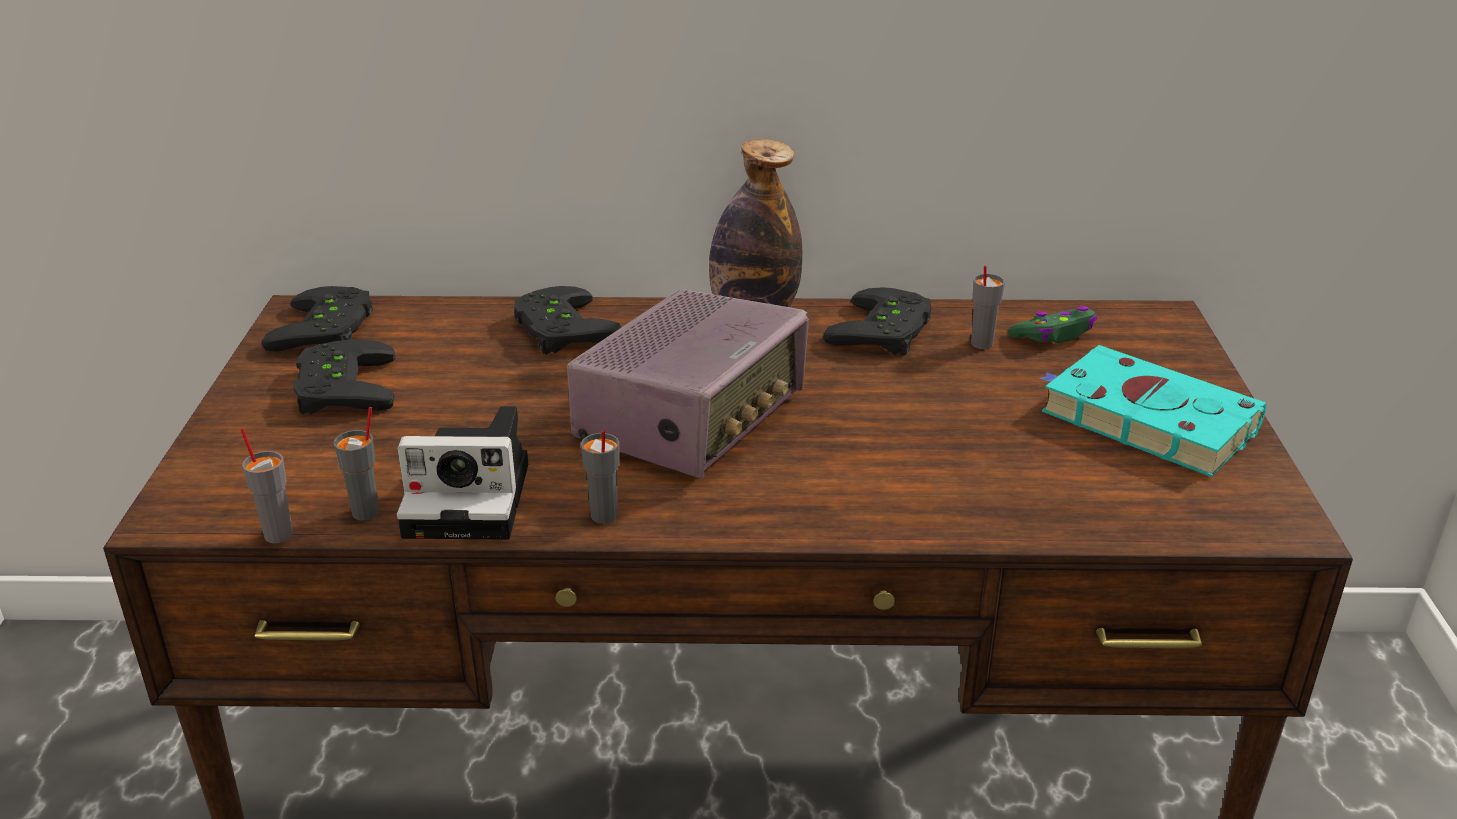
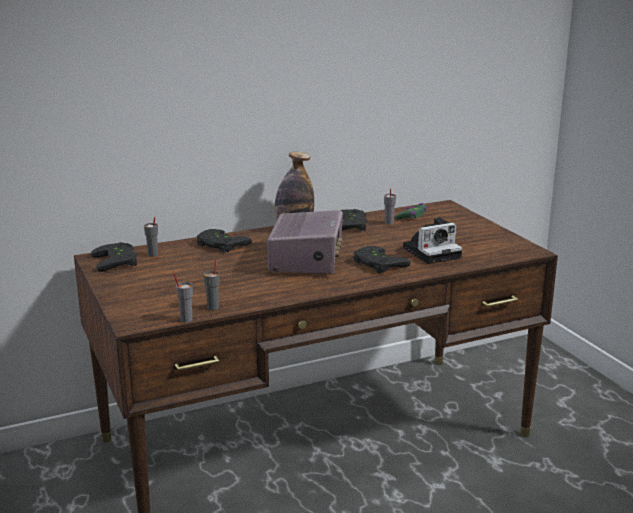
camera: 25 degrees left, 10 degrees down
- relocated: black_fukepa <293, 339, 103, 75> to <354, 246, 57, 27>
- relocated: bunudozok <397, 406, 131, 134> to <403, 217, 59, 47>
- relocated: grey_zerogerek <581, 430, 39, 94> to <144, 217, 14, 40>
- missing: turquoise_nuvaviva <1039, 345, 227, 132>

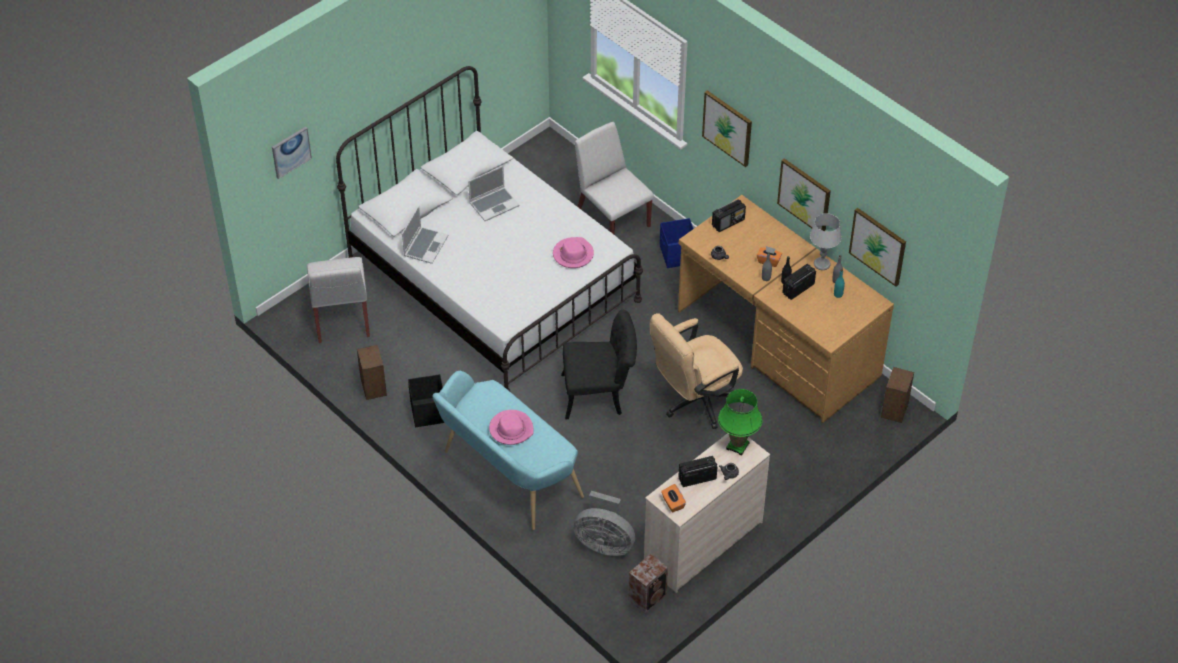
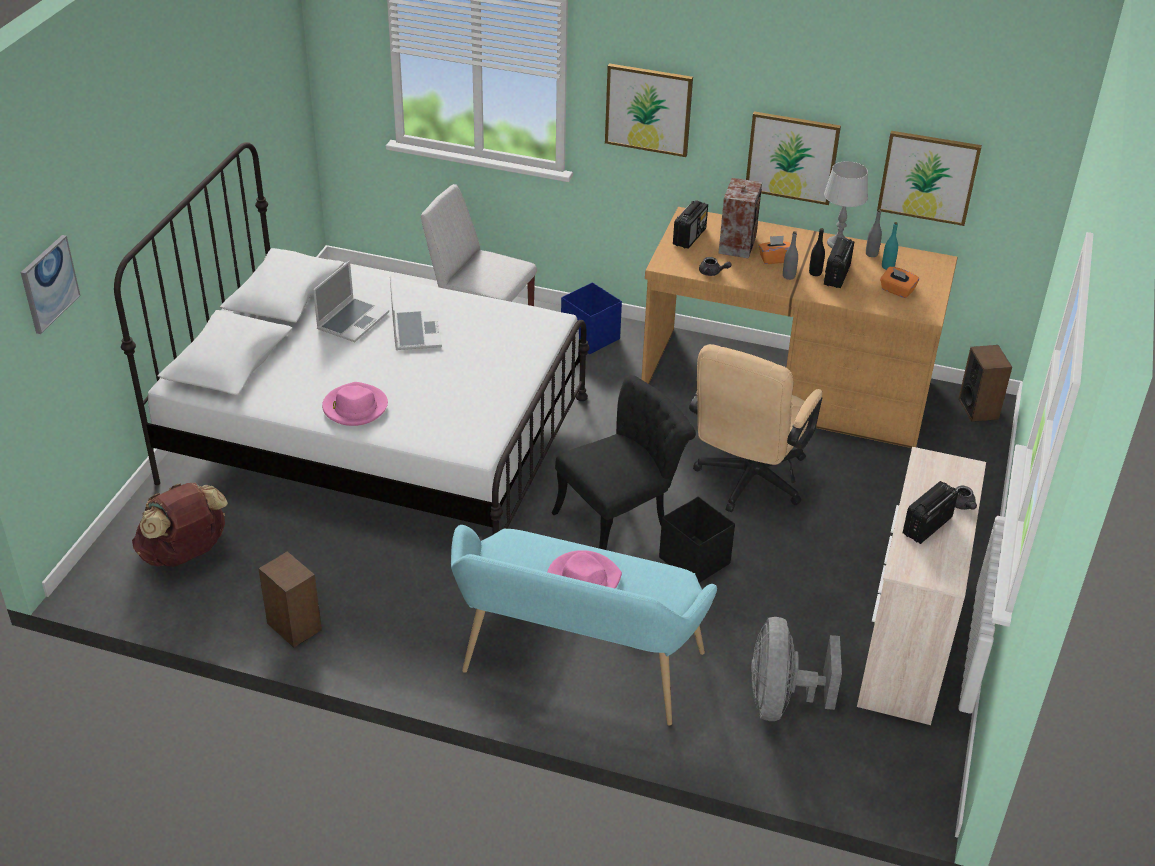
camera: 30 degrees left, 10 degrees down
- exchanged: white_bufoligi <307, 257, 63, 86> to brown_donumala <132, 483, 96, 84>
- relocated: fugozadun <402, 206, 46, 58> to <390, 276, 52, 74>
- relocated: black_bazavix <408, 374, 36, 53> to <659, 496, 76, 87>
- relocated: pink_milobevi <553, 237, 41, 31> to <322, 382, 66, 44>
- spun: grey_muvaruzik <574, 491, 61, 65> = <751, 617, 91, 104> 105 degrees clockwise
- relocated: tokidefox <628, 554, 40, 59> to <718, 178, 44, 81>
- relocated: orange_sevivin <661, 484, 25, 28> to <880, 267, 39, 31>
- missing: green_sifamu <718, 389, 44, 67>

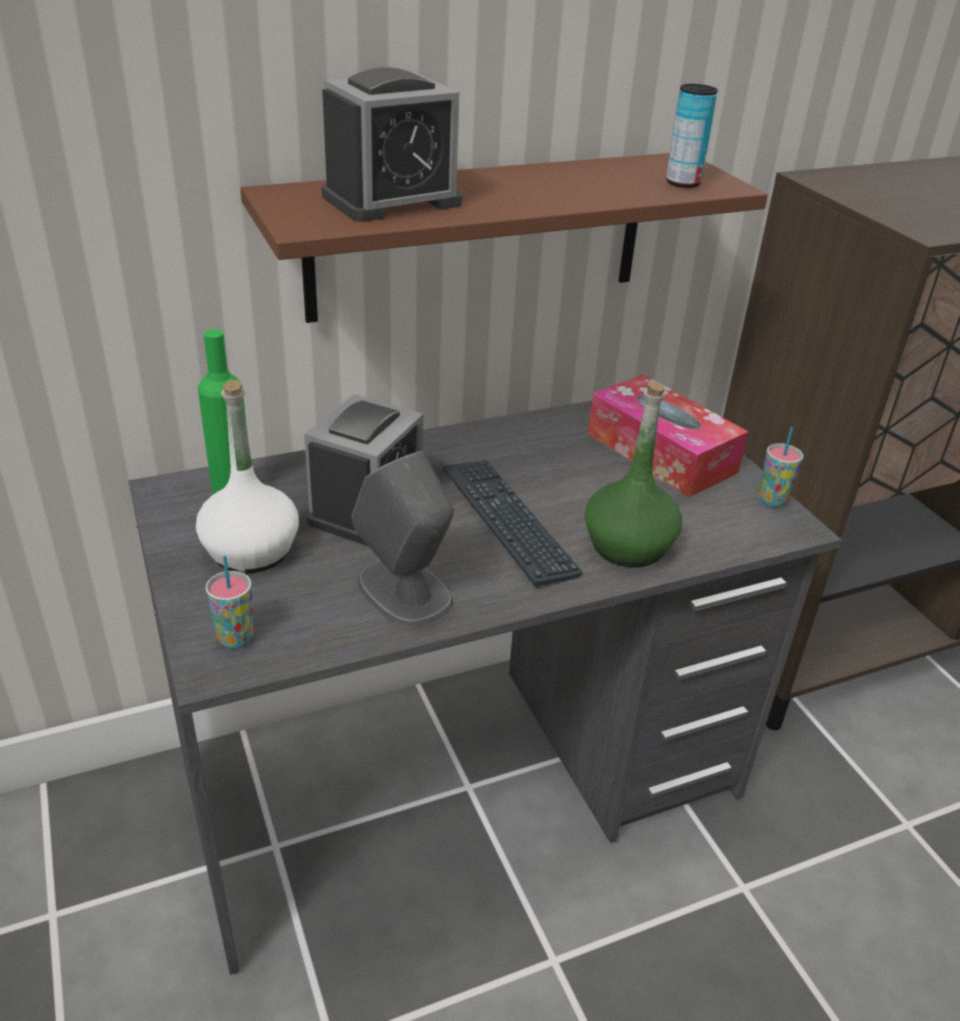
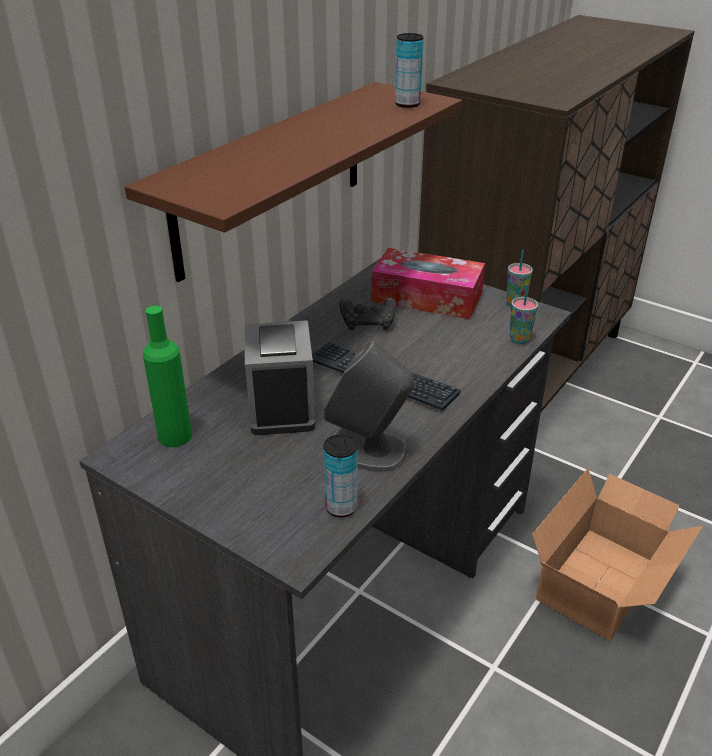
camera: 30 degrees left, 0 degrees up
- missing: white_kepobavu <196, 380, 103, 194>
- relocated: zerogerek <206, 555, 47, 94> to <510, 284, 28, 60>
- missing: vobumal <321, 67, 141, 155>
- missing: green_kepobavu <585, 381, 97, 186>
- appeared: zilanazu <324, 434, 34, 83>
- appeared: black_fukepa <339, 298, 57, 32>
- appeared: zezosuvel <532, 468, 171, 173>

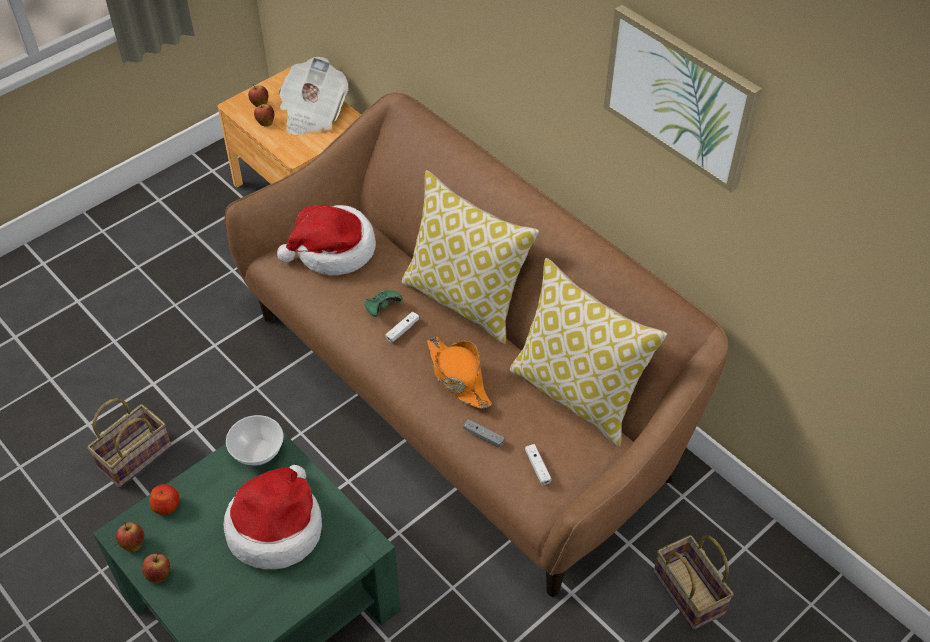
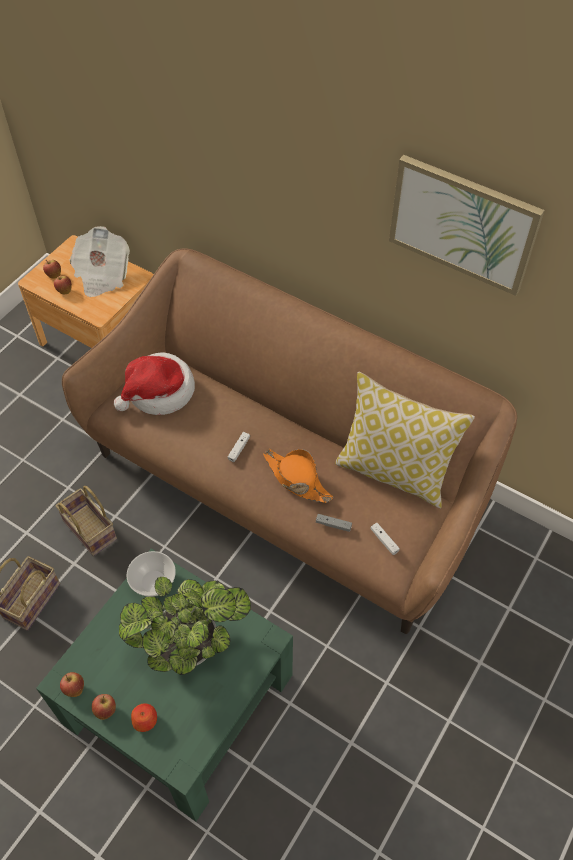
camera: 15 degrees left, 5 degrees up
- relocated: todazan <149, 484, 30, 31> to <131, 703, 26, 29>
- exchanged: milobevi <223, 465, 99, 104> to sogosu <119, 577, 132, 98>
- missing: green_fukepa <364, 290, 39, 27>
- missing: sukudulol <401, 170, 138, 174>
- relocated: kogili <653, 535, 81, 95> to <56, 486, 61, 70>

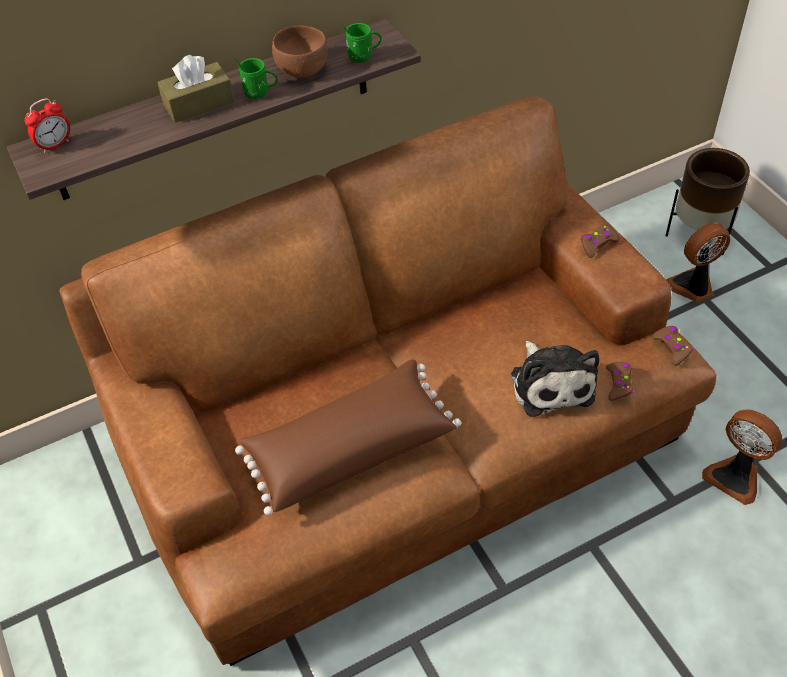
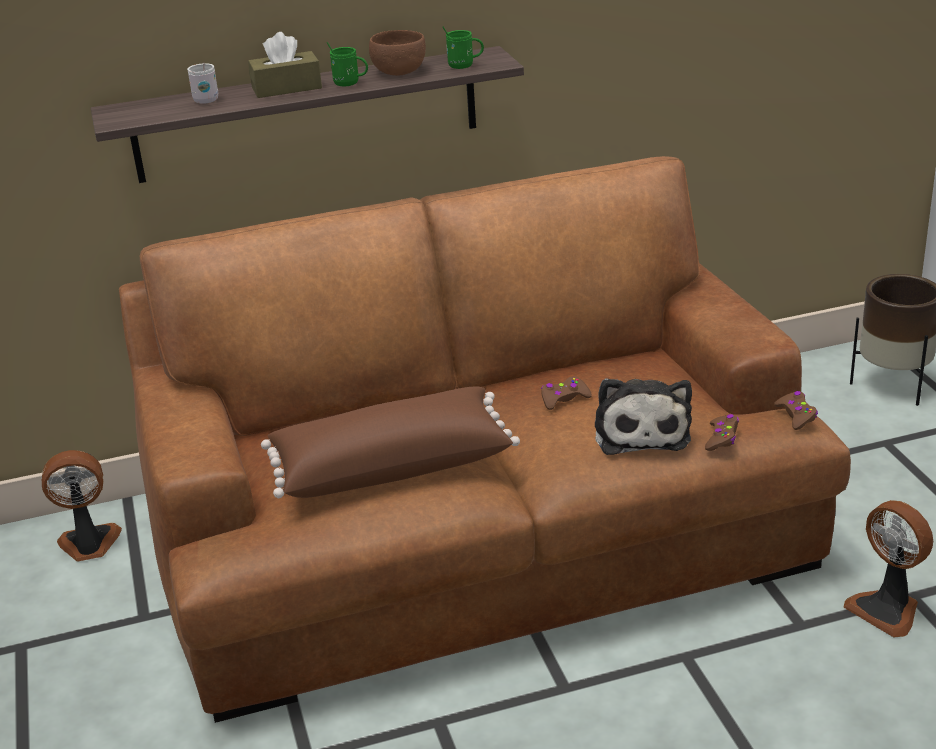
camera: 10 degrees right, 20 degrees down
- missing: vobumal <25, 98, 45, 55>
- relocated: brown_fukepa <581, 224, 39, 34> to <541, 376, 51, 34>
- relocated: muvaruzik <666, 223, 64, 79> to <42, 450, 80, 111>
- appeared: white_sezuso <187, 63, 31, 41>

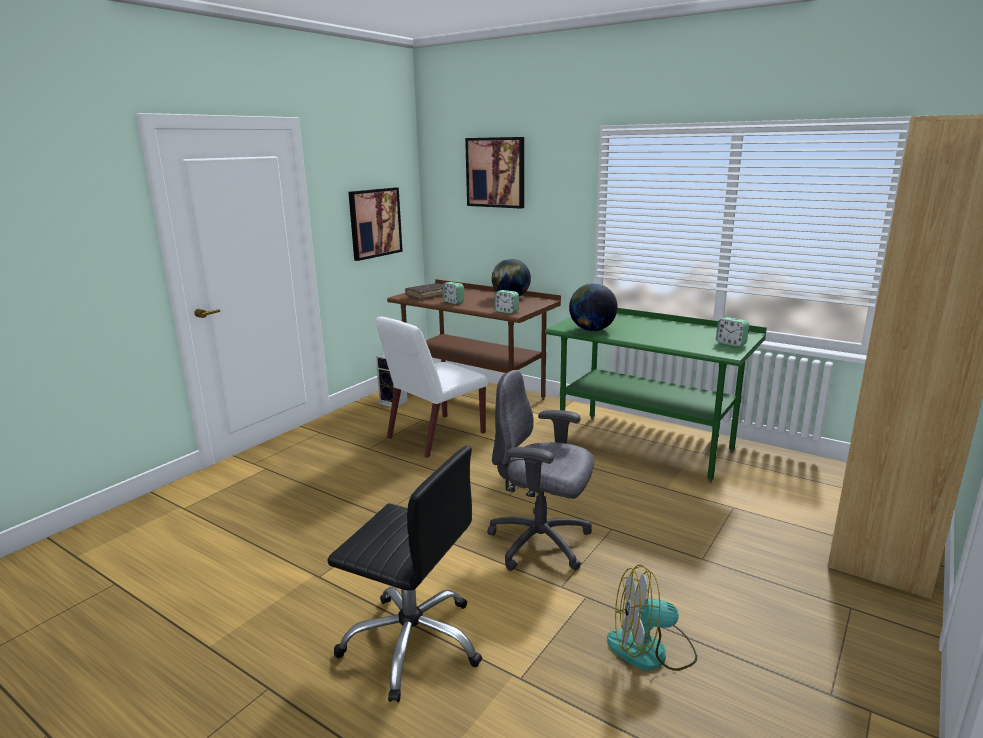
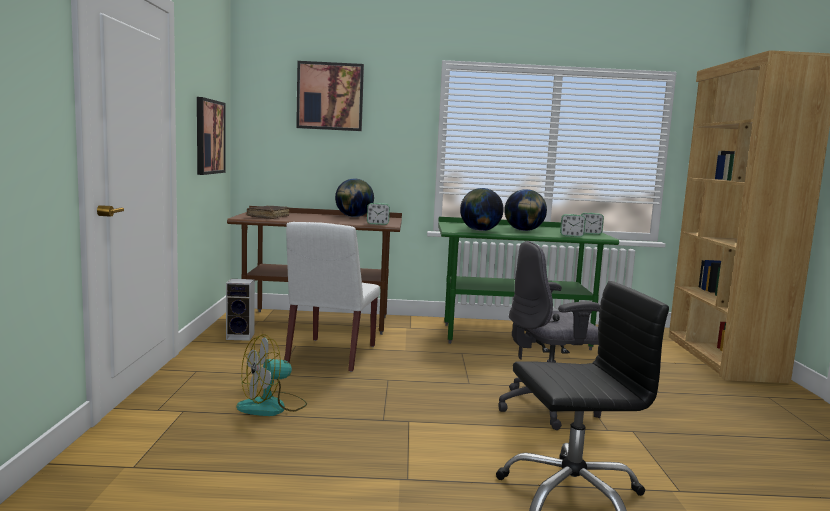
camera: 35 degrees left, 10 degrees down
- relocated: vobumal <443, 282, 21, 22> to <560, 214, 26, 23>
- relocated: muvaruzik <607, 564, 90, 107> to <236, 334, 71, 82>
- appeared: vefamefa <504, 189, 43, 42>

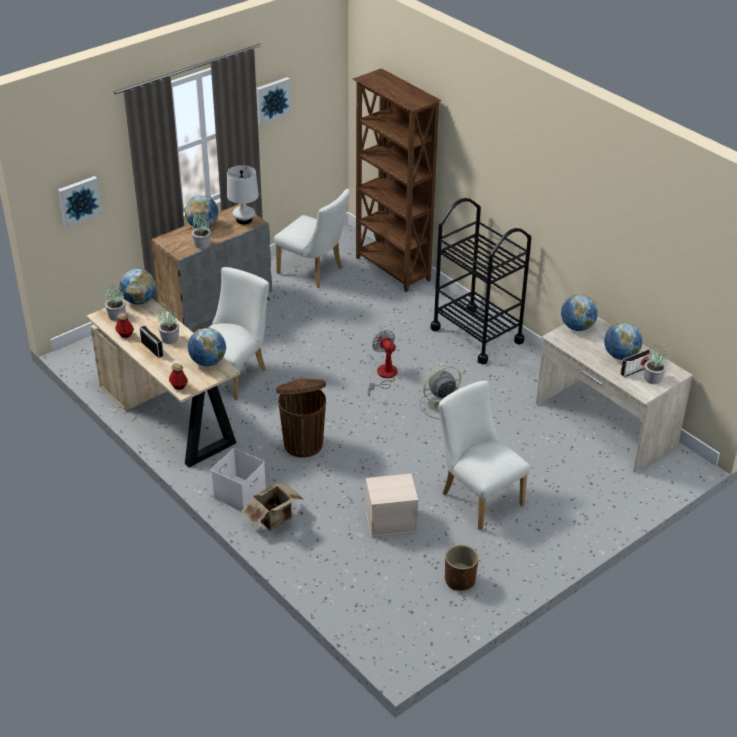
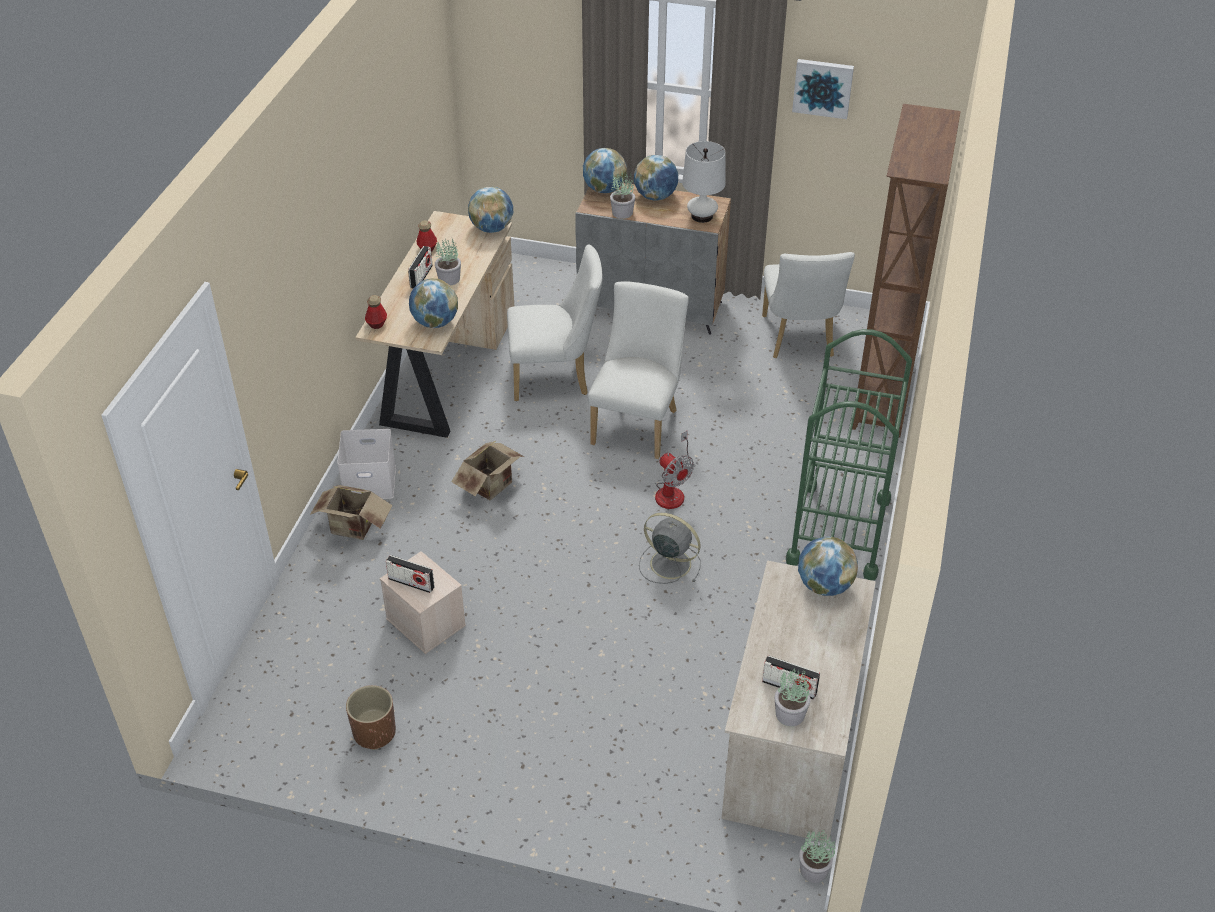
camera: 55 degrees right, 5 degrees up
- missing: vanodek <58, 176, 44, 52>
- relocated: sogosu <105, 284, 20, 37> to <799, 828, 36, 55>
- exchanged: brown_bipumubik <276, 378, 50, 80> to zezosuvel <451, 441, 73, 59>
- spun: muvaruzik <368, 330, 29, 66> = <655, 431, 39, 78> 120 degrees clockwise
- colour: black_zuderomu <431, 198, 100, 167> to green_zuderomu <786, 329, 126, 251>
- relocated: white_bufoligi <439, 381, 91, 149> to <588, 281, 101, 178>
- relocated: vefamefa <604, 322, 39, 38> to <583, 148, 44, 45>
- appeared: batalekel <386, 555, 49, 38>

